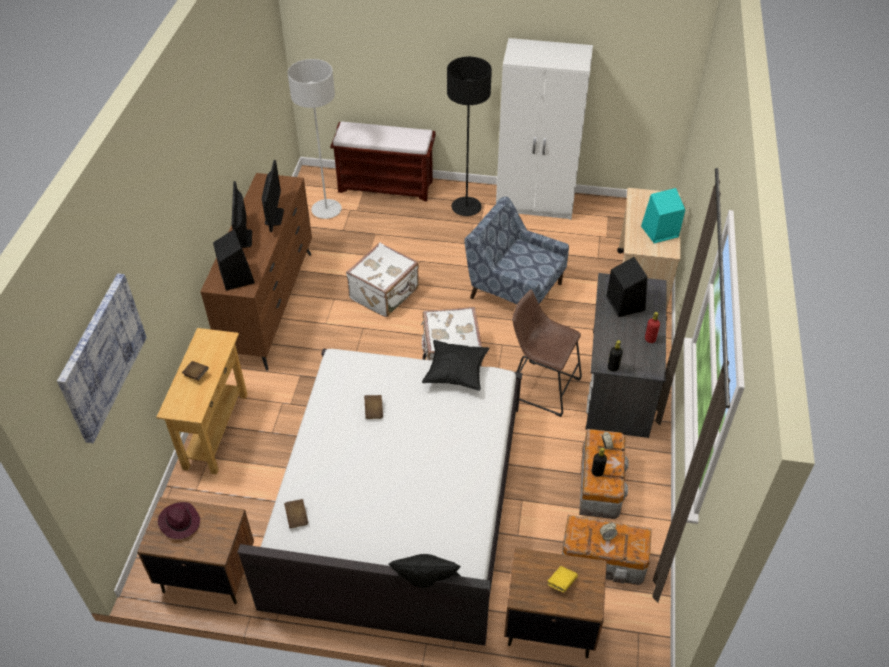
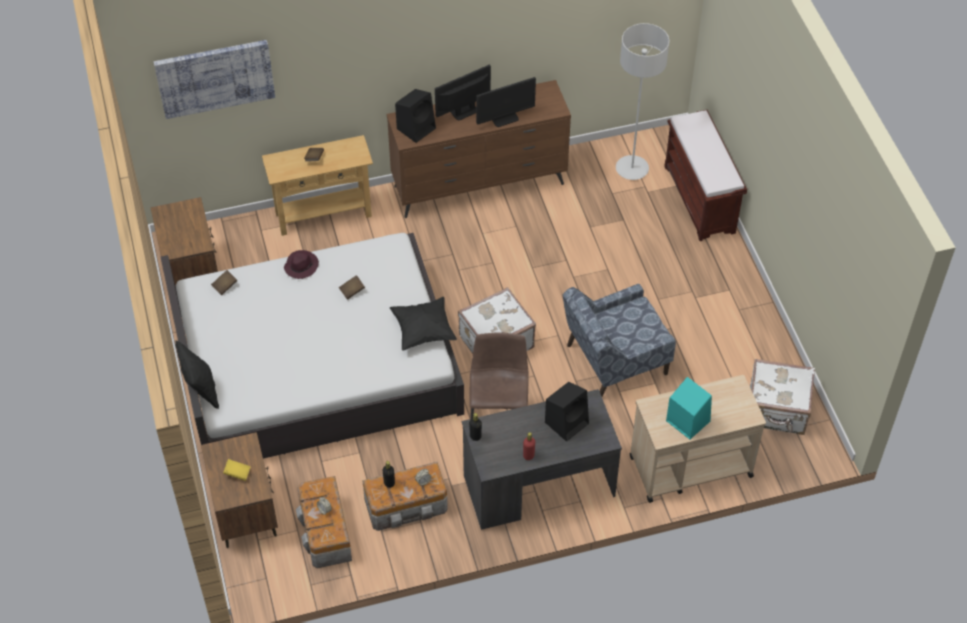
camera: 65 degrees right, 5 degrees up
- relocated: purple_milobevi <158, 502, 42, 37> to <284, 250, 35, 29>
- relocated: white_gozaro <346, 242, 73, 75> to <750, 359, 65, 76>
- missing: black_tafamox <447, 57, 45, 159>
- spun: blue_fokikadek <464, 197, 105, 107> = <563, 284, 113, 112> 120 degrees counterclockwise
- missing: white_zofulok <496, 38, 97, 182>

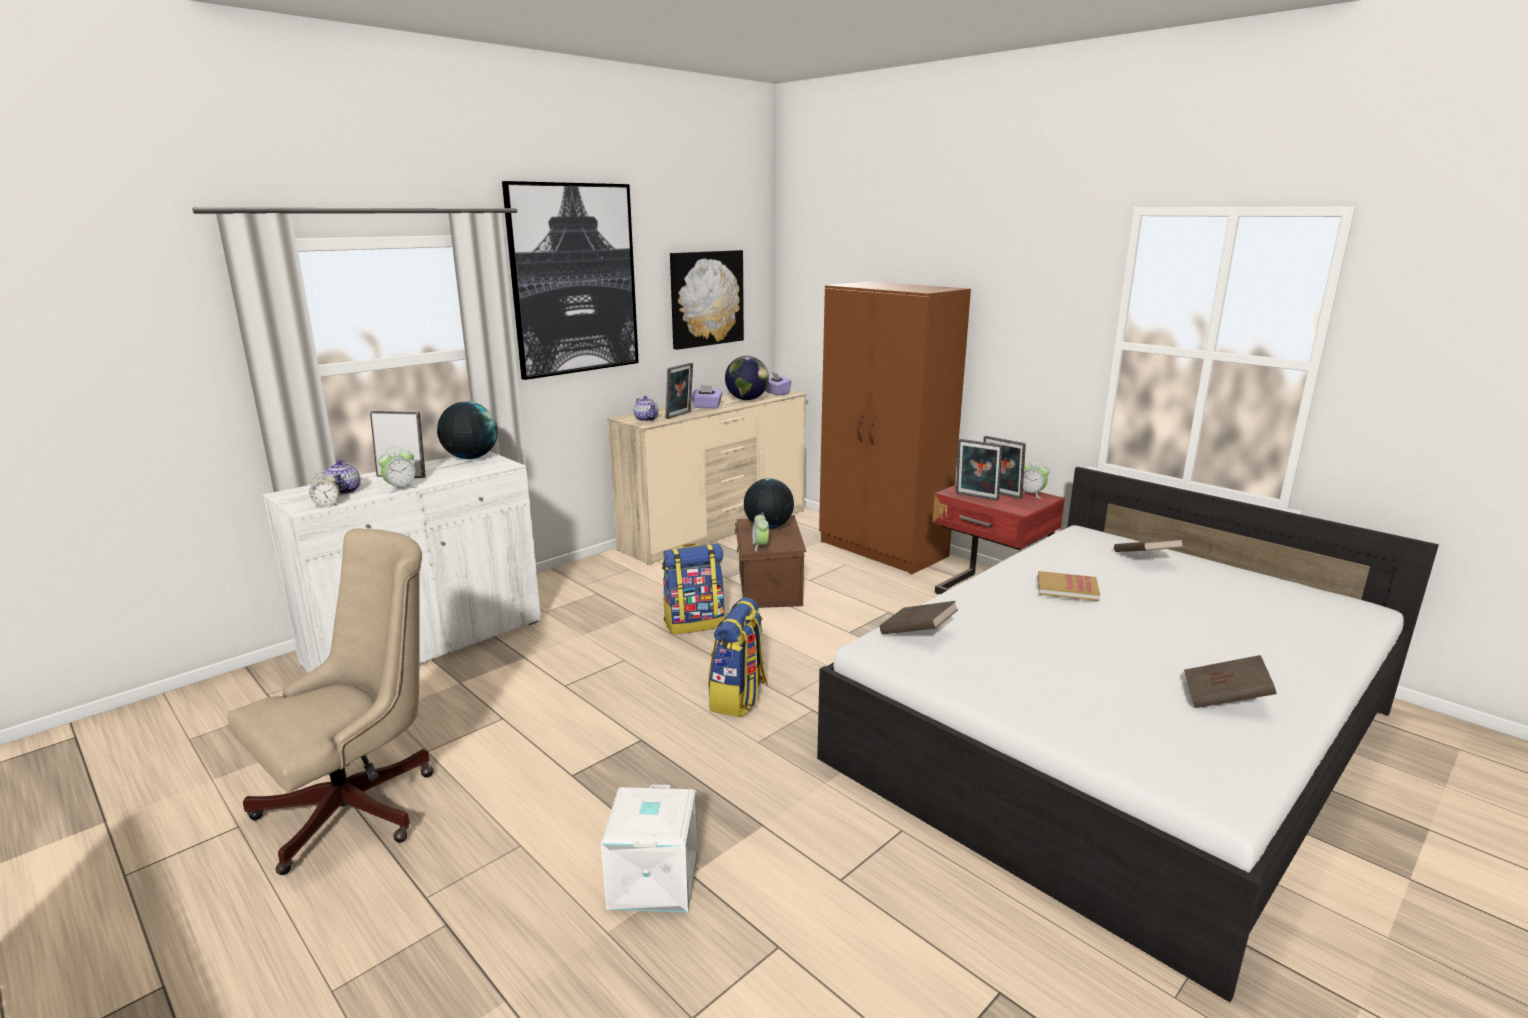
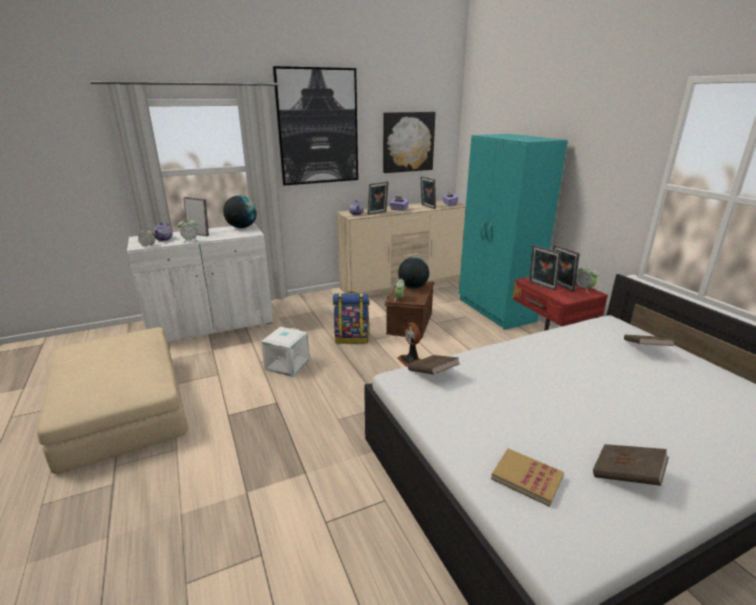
camera: 20 degrees right, 5 degrees up
- exchanged: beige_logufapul <227, 528, 207, 347> to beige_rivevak <37, 327, 151, 147>
- relocated: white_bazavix <601, 784, 97, 128> to <261, 327, 49, 50>
- missing: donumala <708, 597, 60, 120>
- exchanged: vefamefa <725, 356, 44, 44> to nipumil <421, 176, 15, 33>
- colour: brown_zofulok <819, 281, 152, 293> to turquoise_zofulok <459, 134, 109, 196>
- relocated: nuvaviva <1038, 571, 62, 30> to <491, 448, 73, 59>
- appeared: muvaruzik <397, 323, 24, 44>

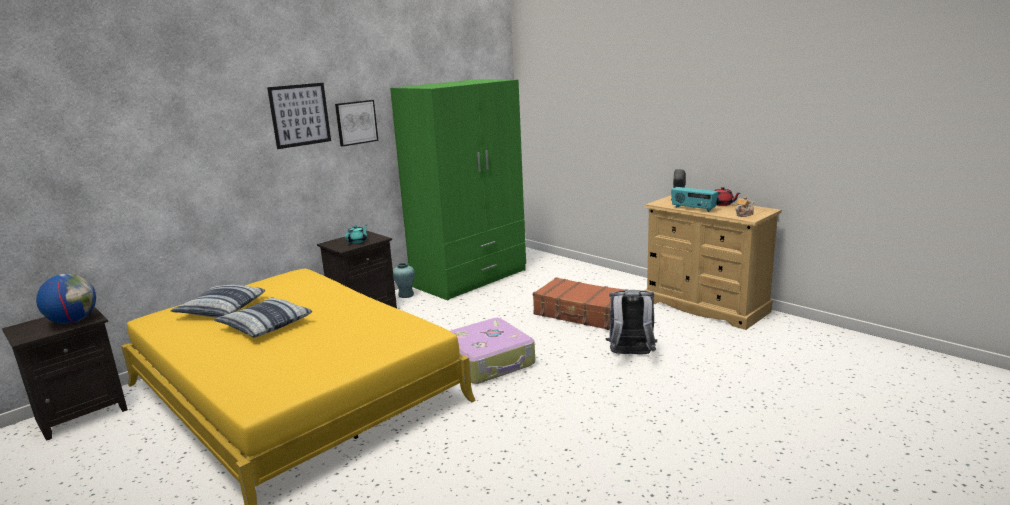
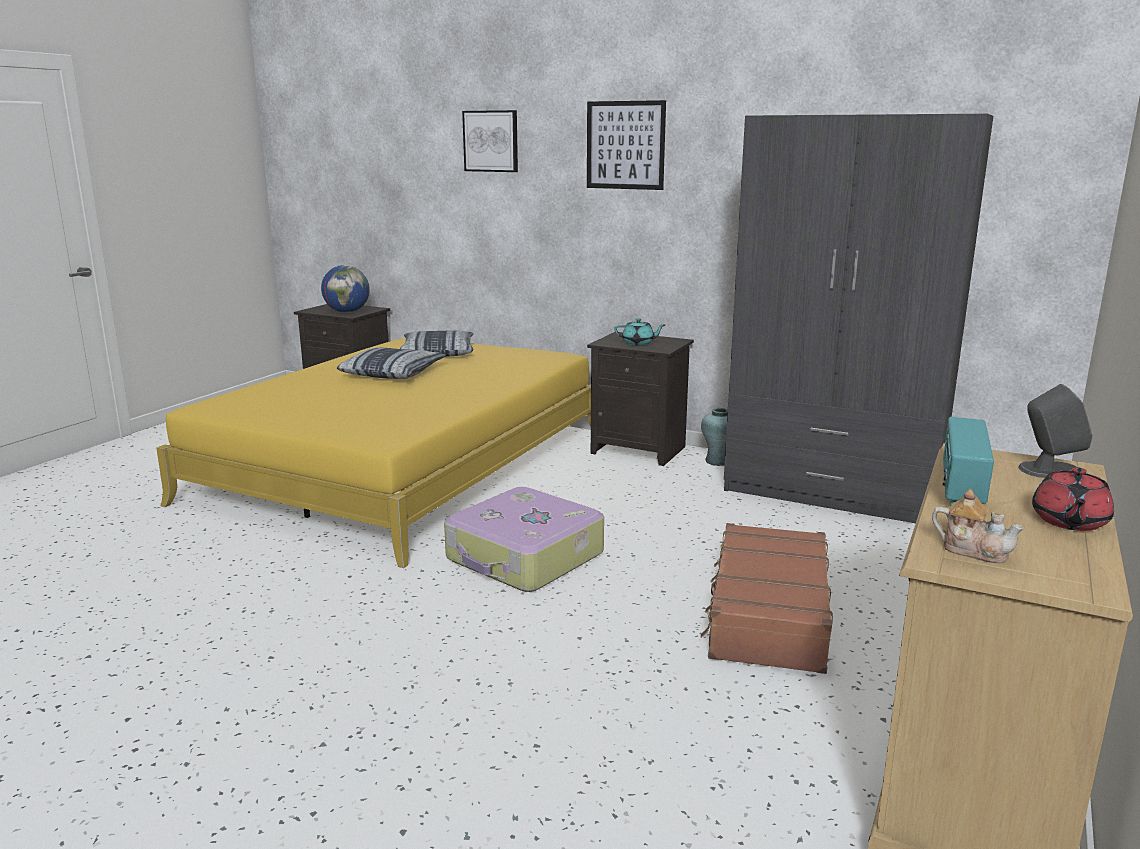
camera: 70 degrees right, 0 degrees up
- relocated: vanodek <335, 100, 43, 47> to <462, 110, 56, 62>
- colour: green_zofulok <390, 79, 136, 222> to grey_zofulok <724, 114, 269, 409>
- missing: grey_donumala <605, 290, 52, 65>

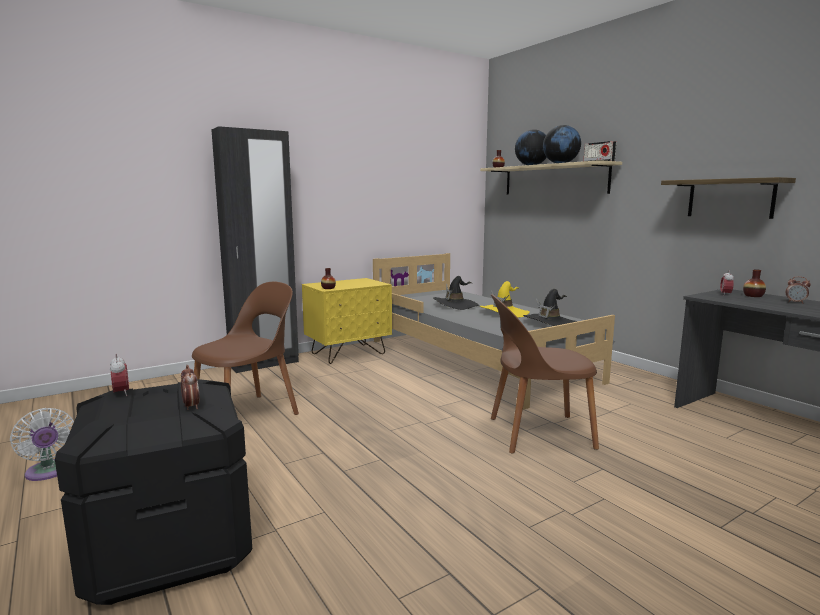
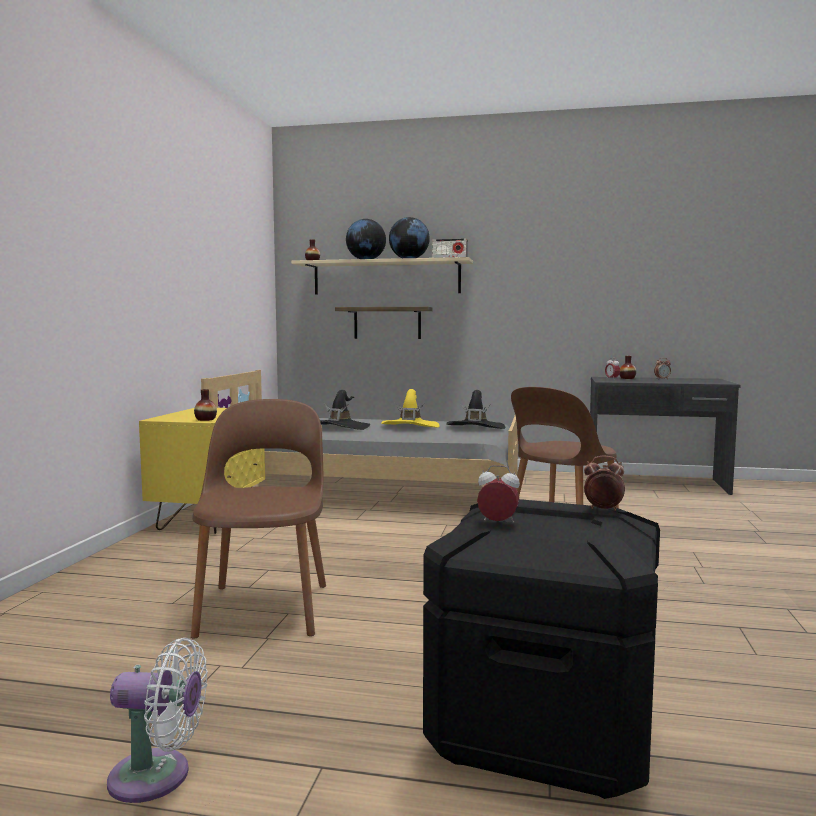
camera: 45 degrees left, 5 degrees down
- missing: black_zofulok <211, 126, 88, 247>
- relocated: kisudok <661, 177, 135, 42> to <335, 307, 98, 32>

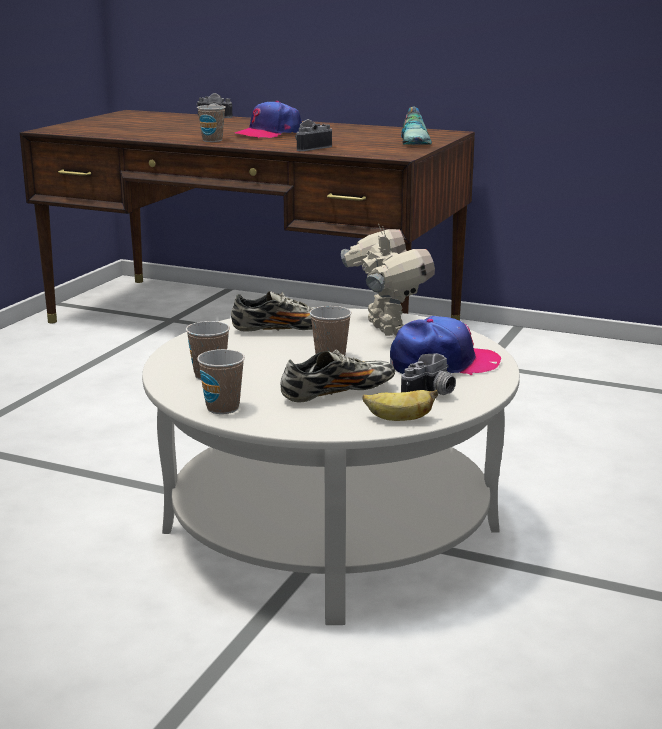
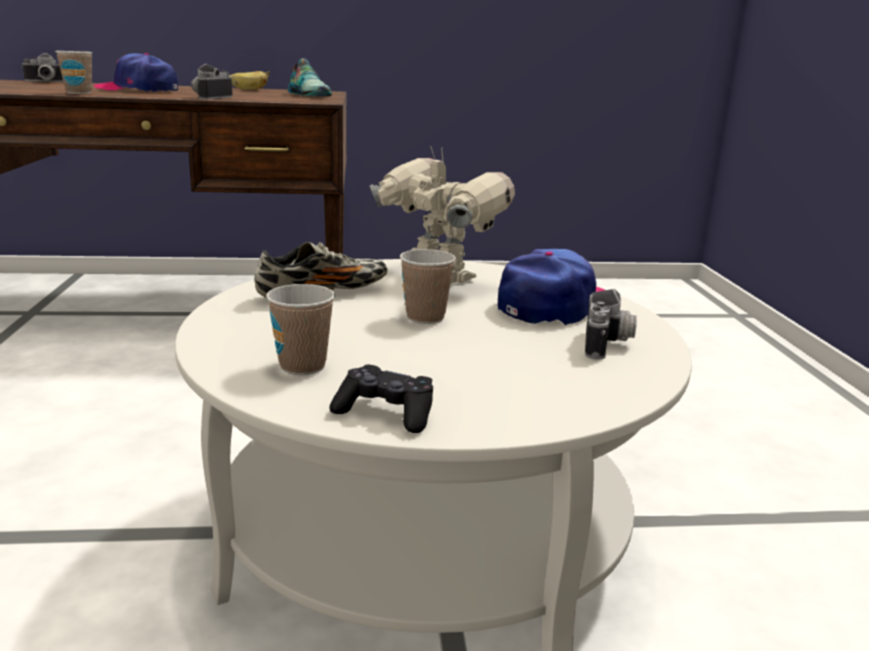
camera: 30 degrees left, 0 degrees up
- exchanged: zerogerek <197, 349, 48, 65> to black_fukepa <329, 364, 104, 69>
- spun: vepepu <235, 101, 67, 38> = <94, 53, 84, 39> 75 degrees clockwise
- missing: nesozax <280, 350, 115, 53>
- relocated: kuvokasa <362, 389, 76, 32> to <229, 71, 41, 19>

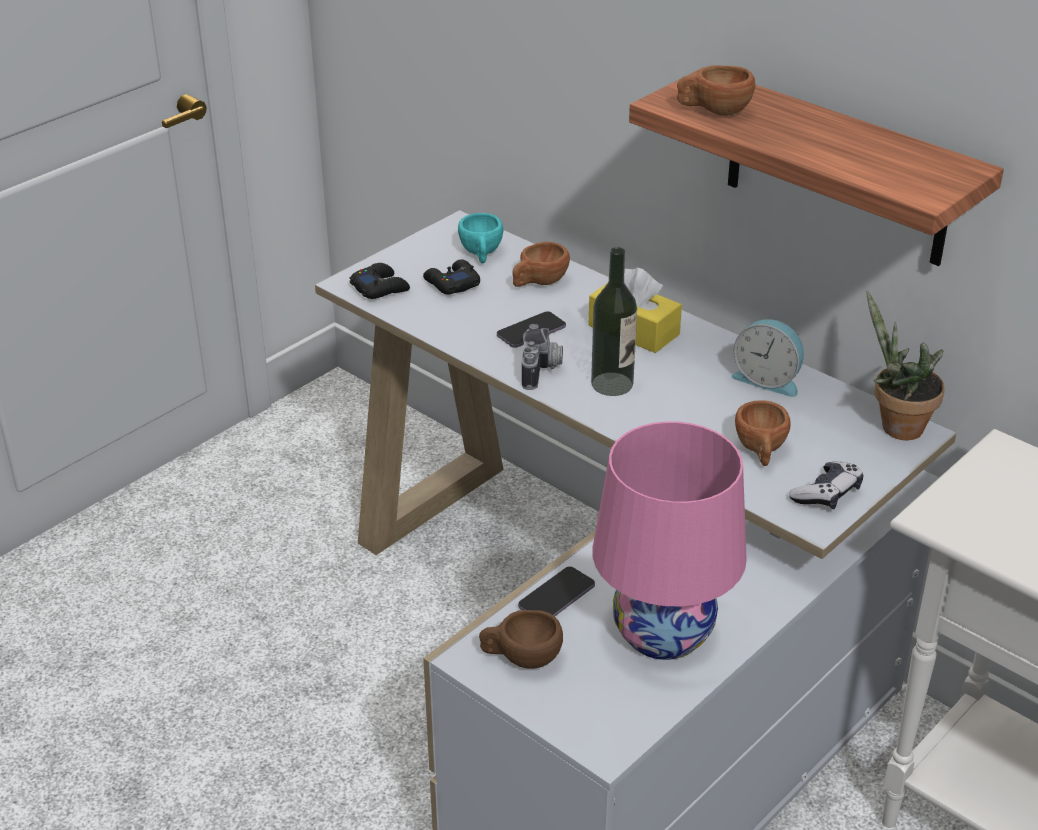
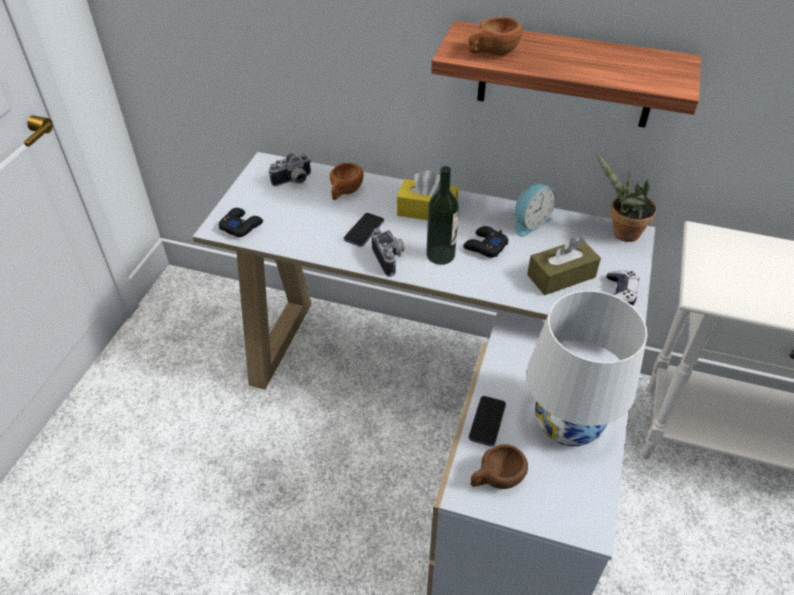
camera: 25 degrees left, 10 degrees up
- relocated: black_fukepa <423, 259, 57, 36> to <463, 226, 46, 32>
- exchanged: turquoise_zerogerek <458, 213, 45, 51> to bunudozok <269, 153, 42, 33>
- colour: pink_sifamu <592, 421, 155, 239> to white_sifamu <526, 290, 122, 156>
- spun: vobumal <731, 319, 73, 78> = <515, 184, 41, 53> 45 degrees counterclockwise
- exchanged: brown_zerogerek <735, 401, 56, 65> to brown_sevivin <527, 237, 74, 58>

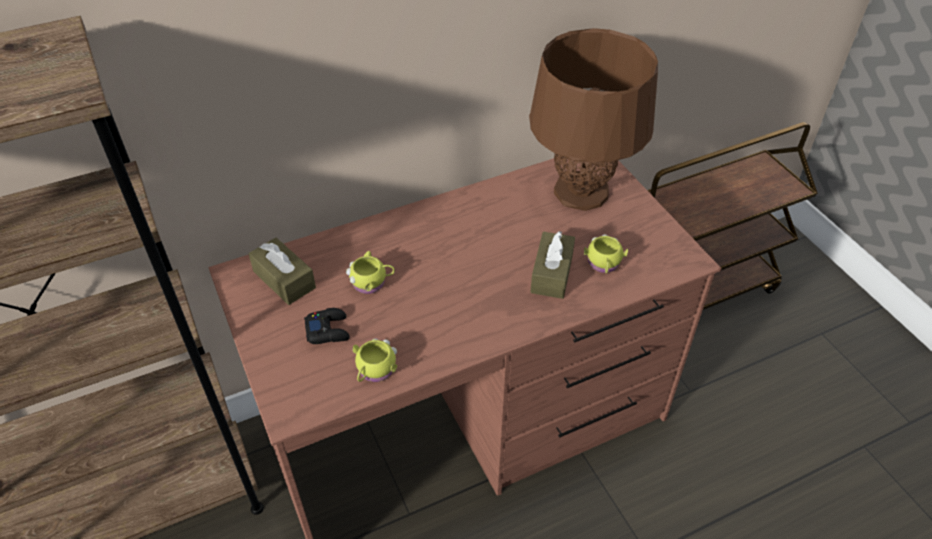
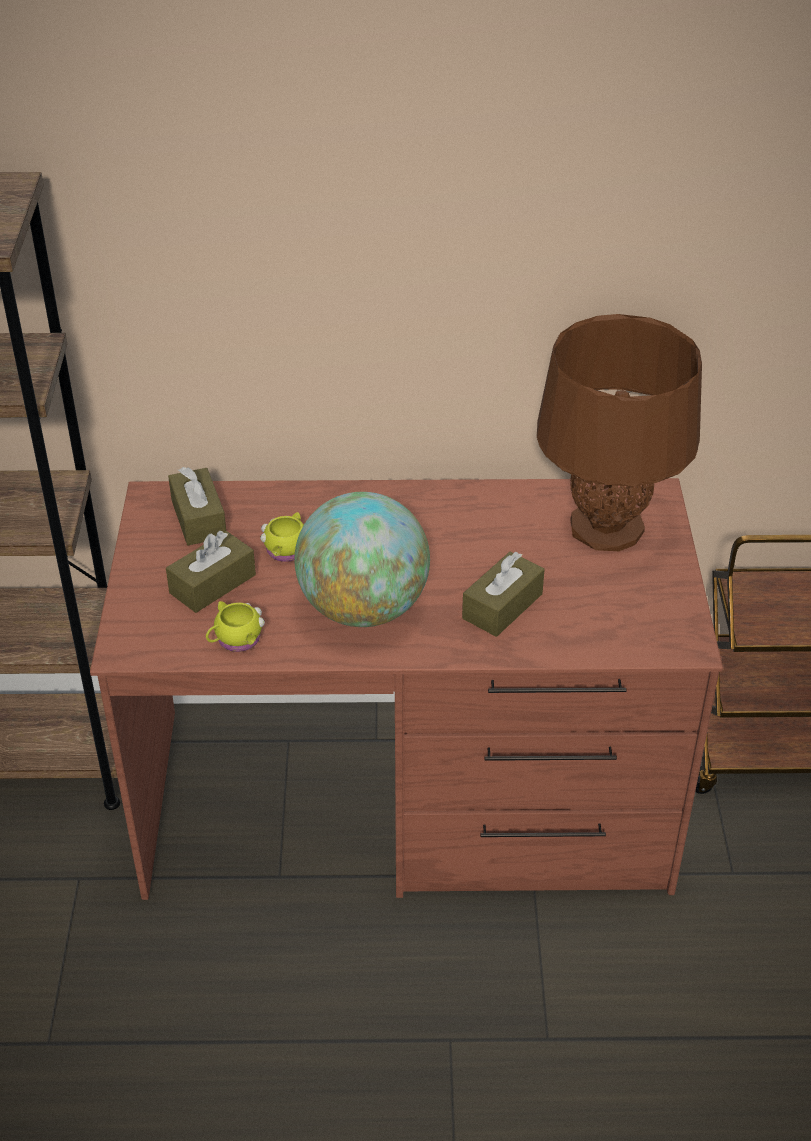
camera: 25 degrees right, 5 degrees down
- exchanged: black_fukepa <304, 308, 46, 36> to brown_sevivin <166, 531, 90, 82>
- missing: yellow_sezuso <584, 234, 44, 39>
- appeared: vefamefa <294, 492, 136, 135>

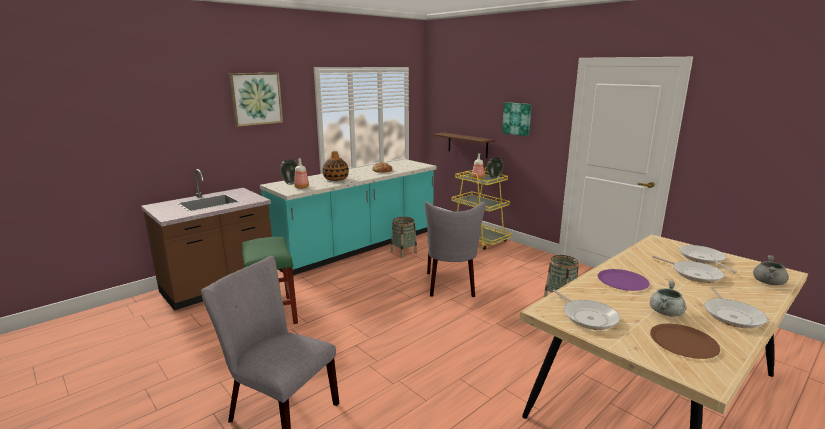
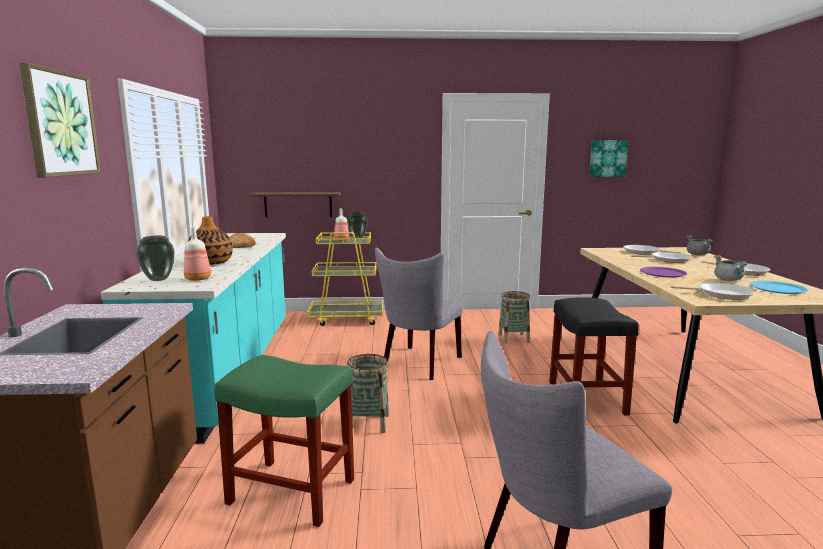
camera: 50 degrees left, 5 degrees down
- relocated: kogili <391, 217, 26, 41> to <347, 354, 42, 79>
- spun: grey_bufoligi <425, 201, 61, 96> = <375, 248, 88, 132> 75 degrees clockwise
- relocated: vanodek <502, 102, 30, 34> to <589, 140, 40, 37>
- colour: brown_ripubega <650, 323, 70, 36> to blue_ripubega <750, 281, 58, 13>
- appeared: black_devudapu <549, 297, 90, 118>

